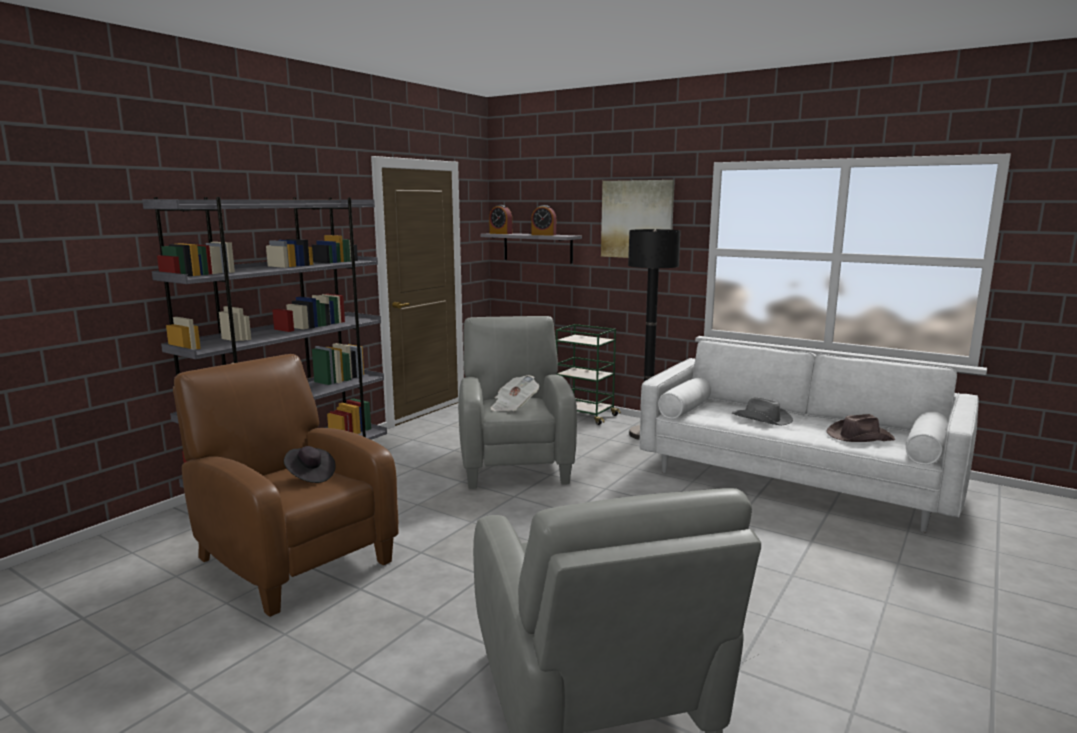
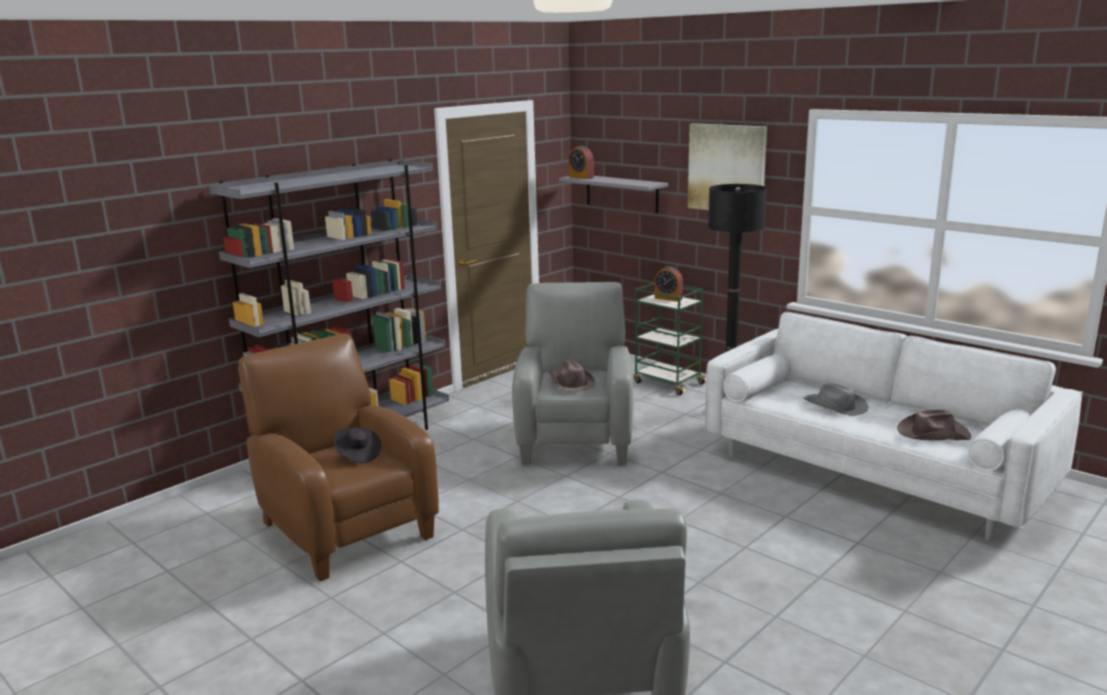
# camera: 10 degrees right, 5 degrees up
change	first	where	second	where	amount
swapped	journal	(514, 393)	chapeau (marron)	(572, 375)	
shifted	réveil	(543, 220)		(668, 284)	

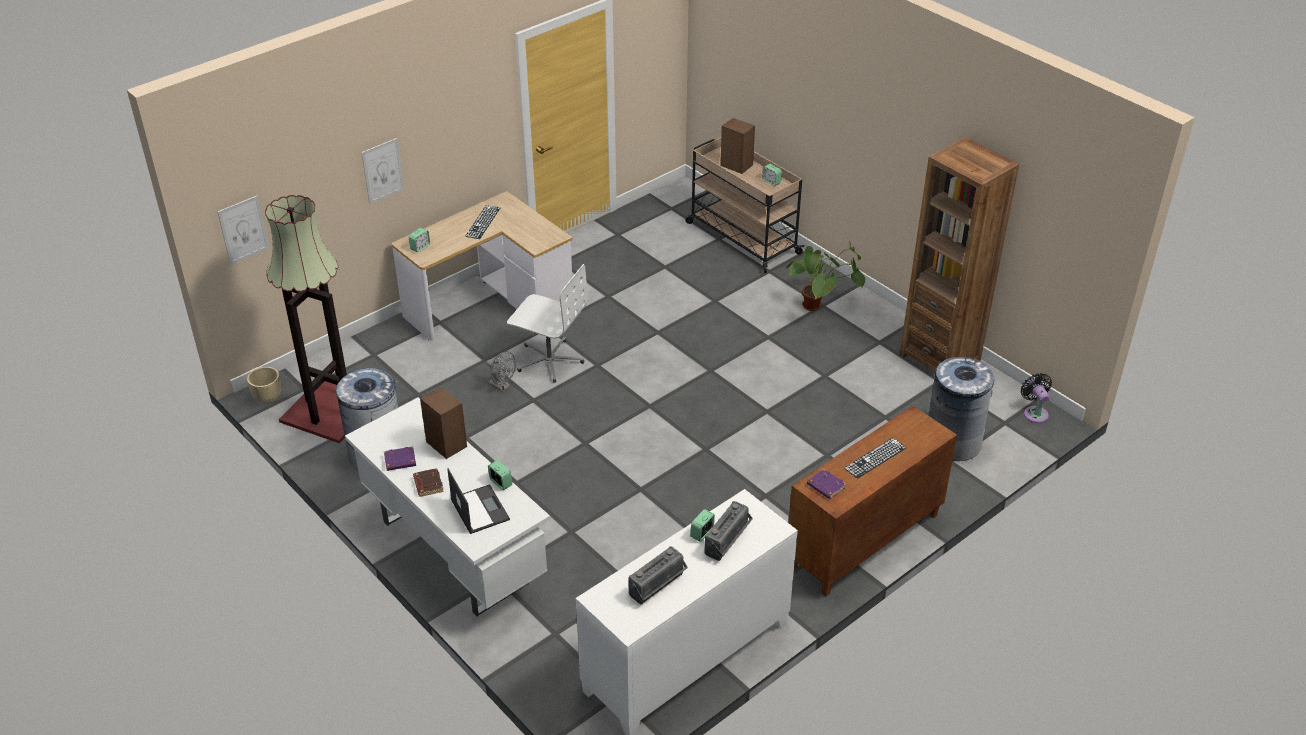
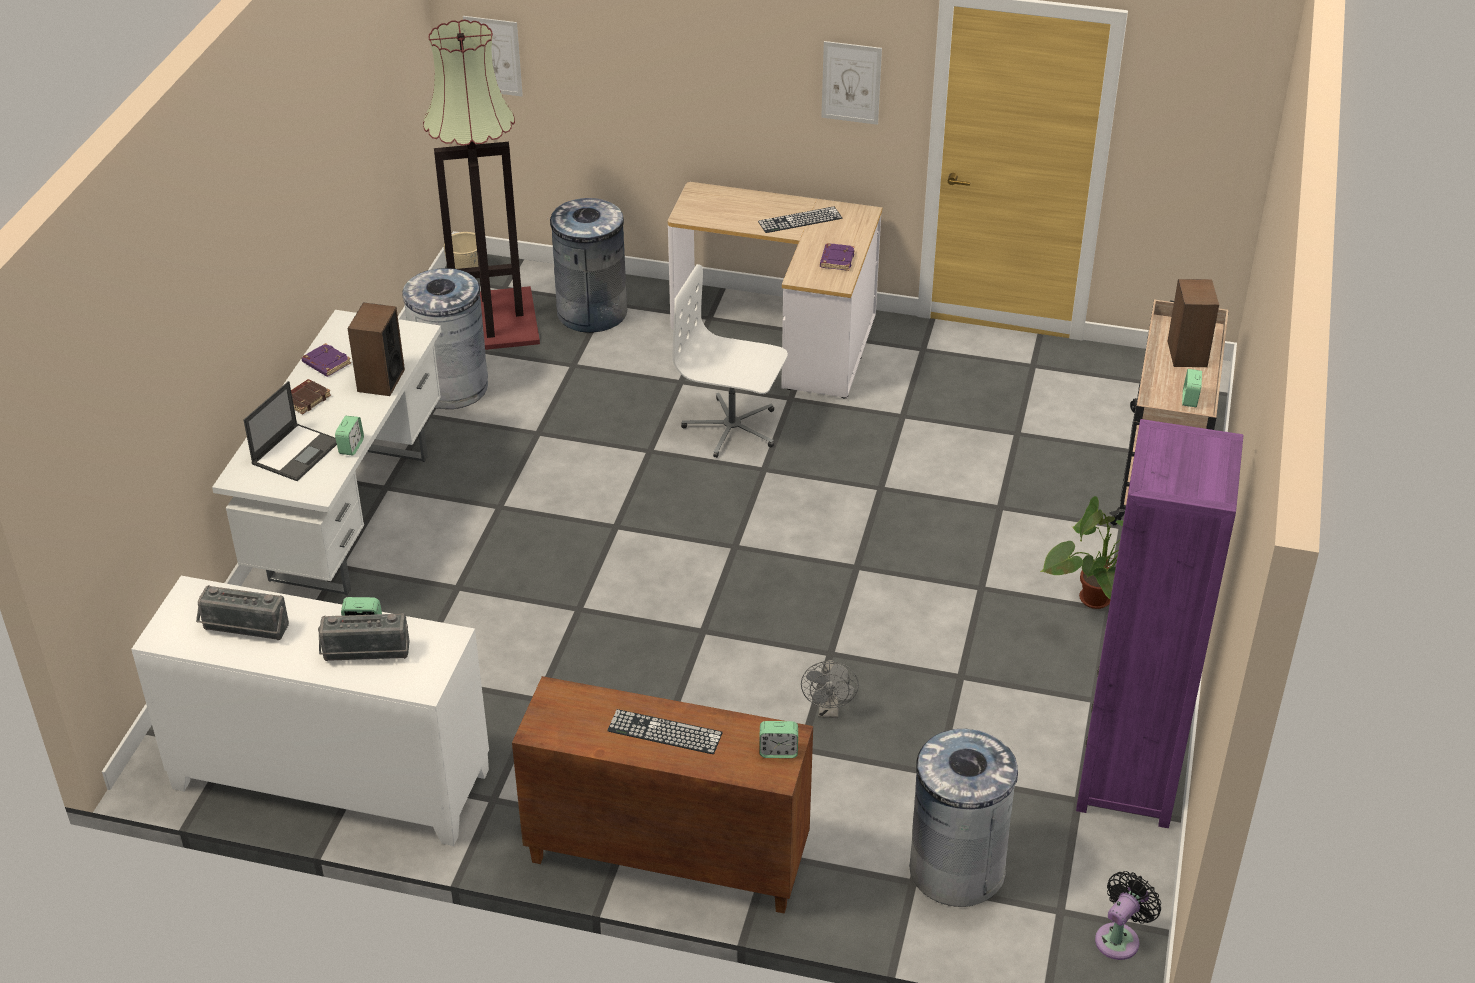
# camera: 55 degrees right, 0 degrees up
change	first	where	second	where	amount
shifted	tableau	(383, 171)		(851, 83)	
shifted	réveil	(419, 240)		(778, 739)	
shifted	ventilateur (gris)	(501, 371)		(830, 689)	
rotated	chaise de bureau (blanc)	(547, 323)		(730, 361)	120 degrees clockwise
shifted	livre (violet)	(826, 484)		(837, 257)	
repainted	bibliothèque (marron)	(959, 254)	bibliothèque (violet)	(1159, 623)	
new			poubelle (gris)	(588, 265)	

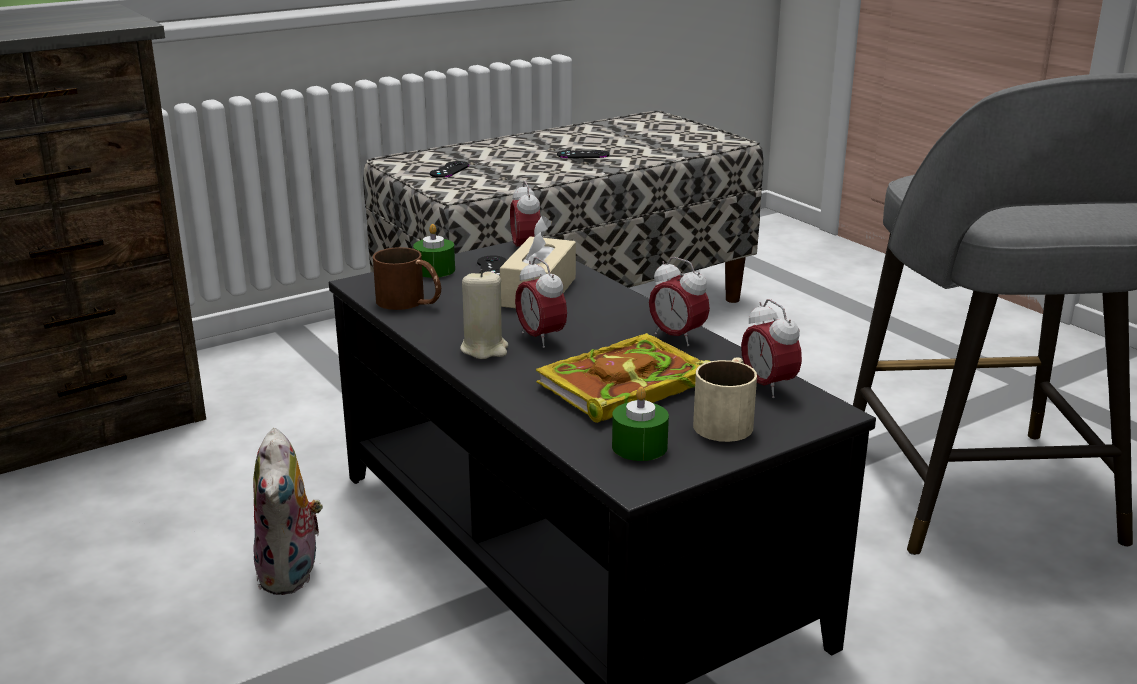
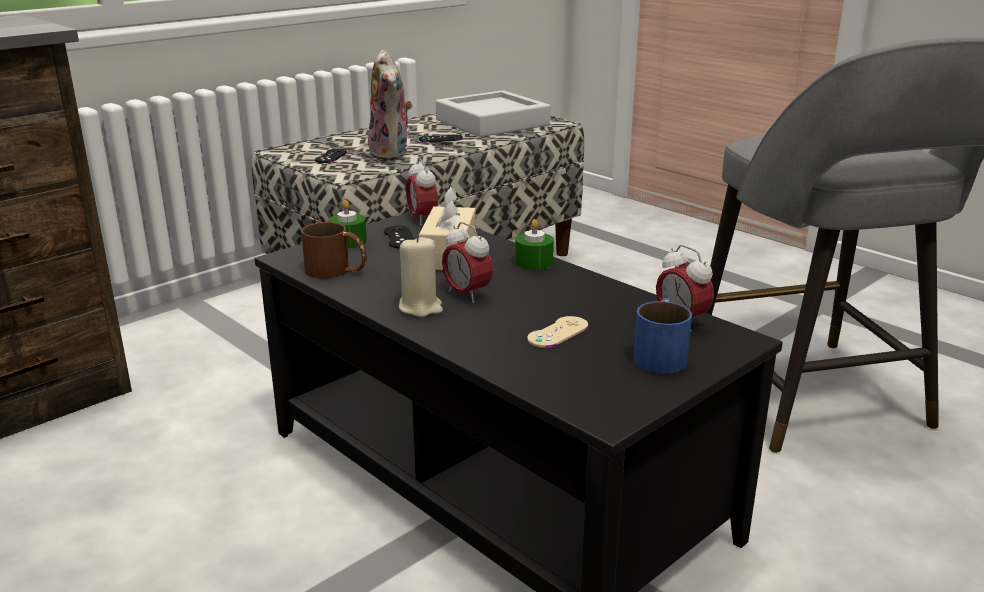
# camera: 10 degrees left, 0 degrees up
change	first	where	second	where	amount
shifted	peluche	(288, 511)		(390, 105)	
swapped	livre	(623, 378)	manette (beige)	(557, 332)	
shifted	bougie (vert)	(640, 424)		(534, 244)	
gone	réveil	(679, 301)			
repainted	mug (beige)	(725, 399)	mug (bleu)	(662, 336)	
new			plateau (gris)	(493, 113)	

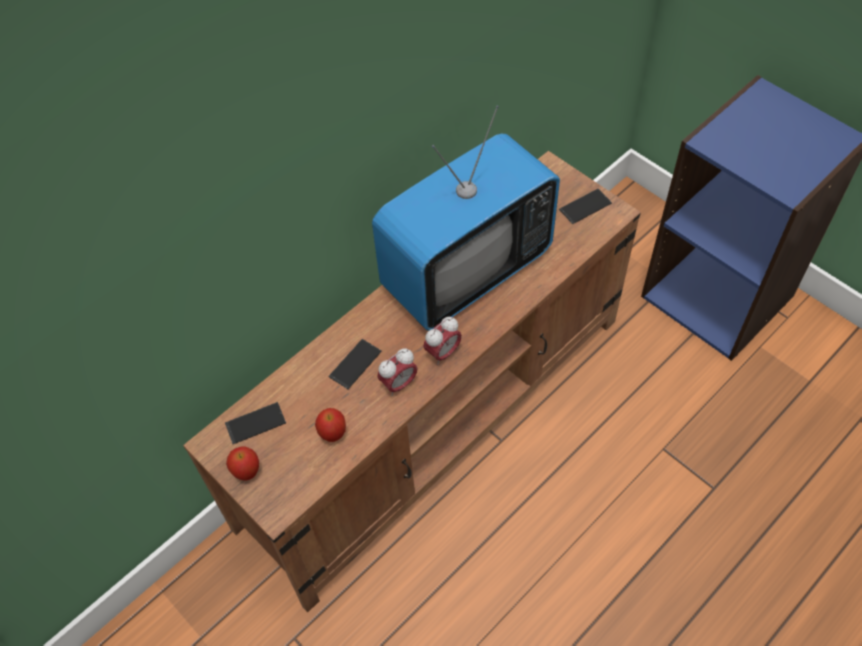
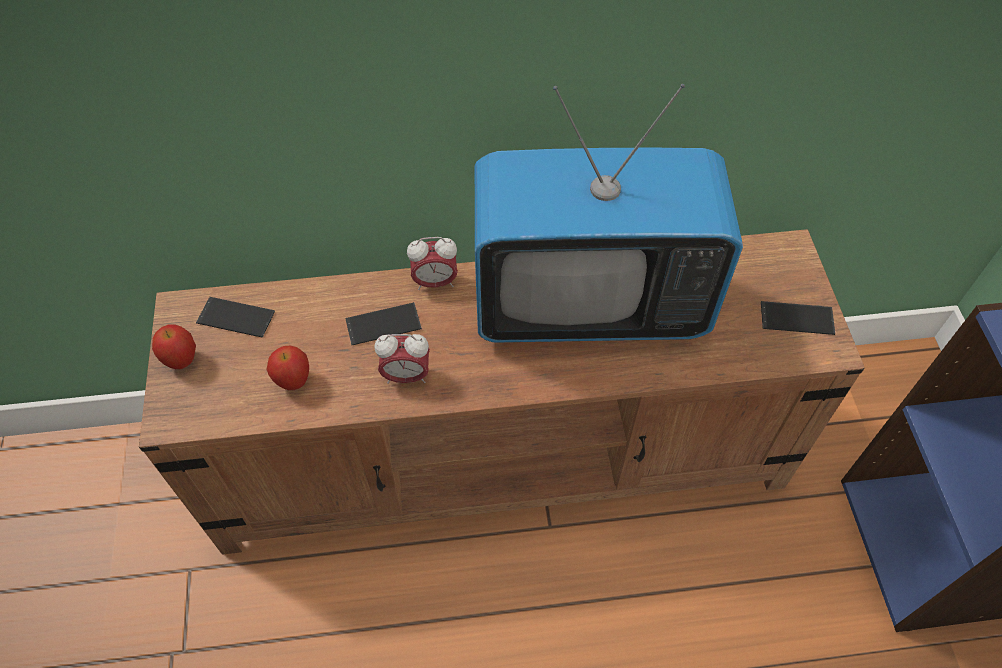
# camera: 35 degrees right, 0 degrees up
change	first	where	second	where	amount
shifted	réveil	(443, 341)		(432, 263)	

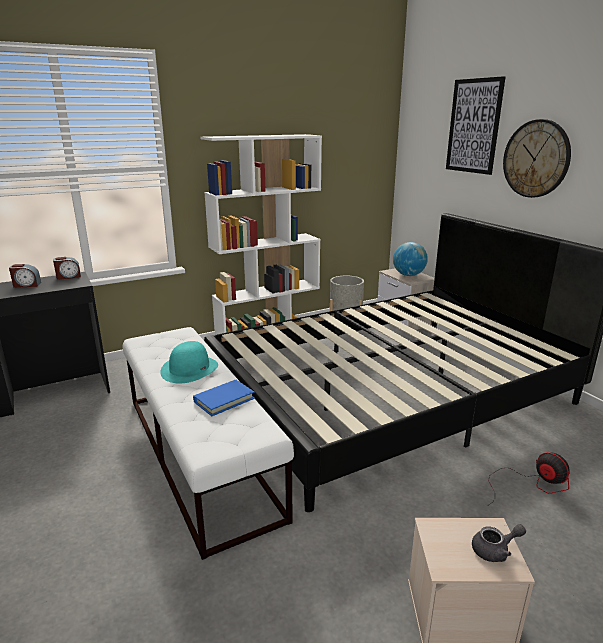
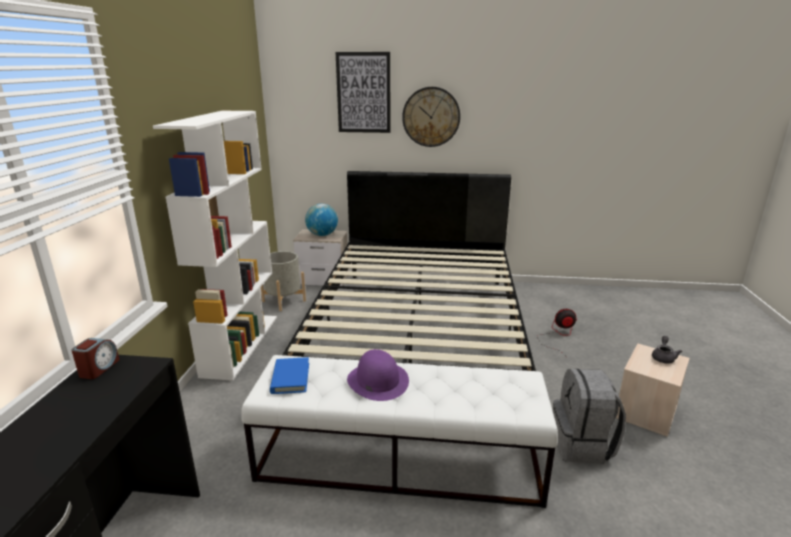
# camera: 55 degrees left, 0 degrees up
change	first	where	second	where	amount
gone	réveil	(25, 276)			
repainted	chapeau (turquoise)	(189, 362)	chapeau (violet)	(378, 375)	
shifted	livre (bleu)	(224, 398)		(289, 375)	
new			sac à dos (gris)	(589, 416)	

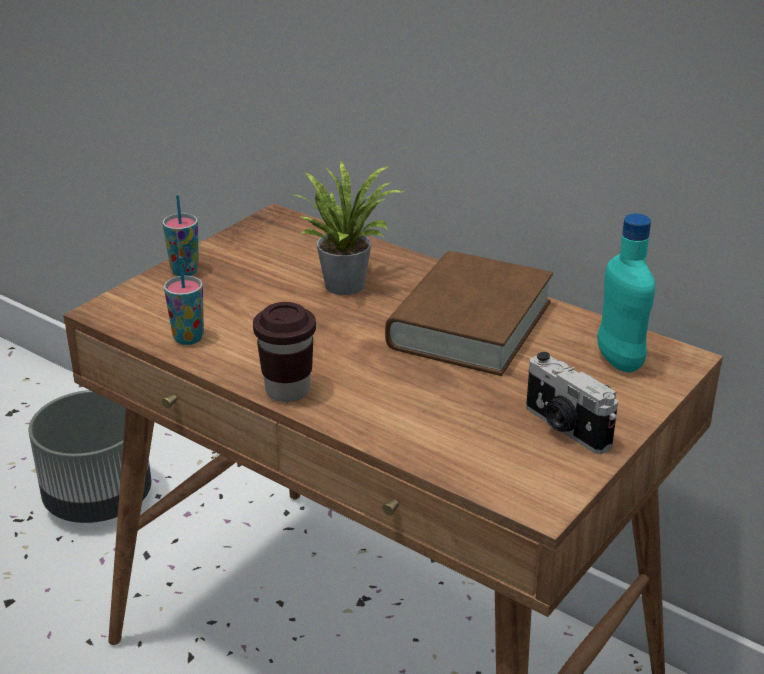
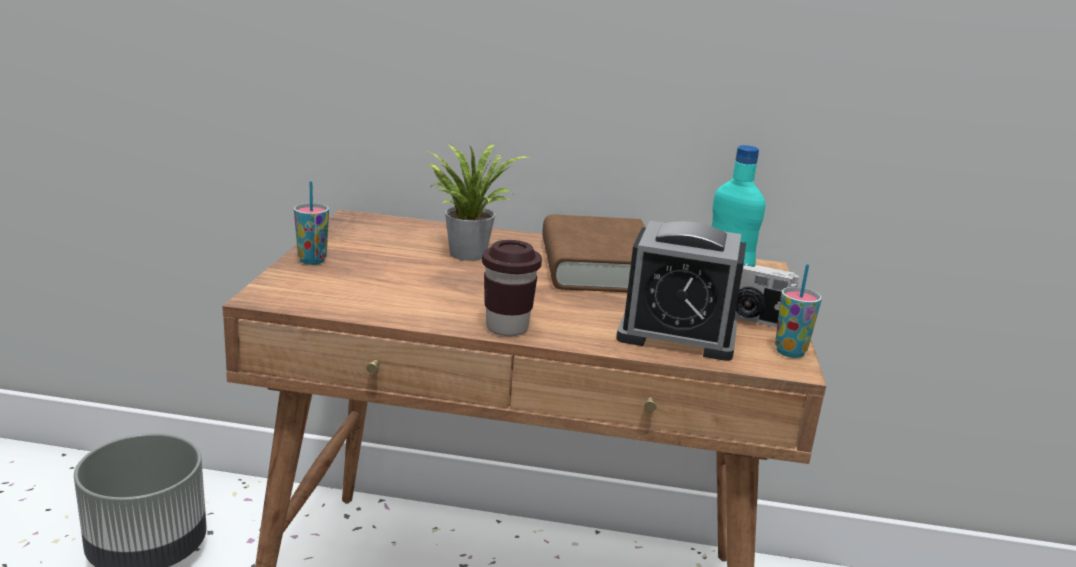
# camera: 30 degrees left, 10 degrees down
change	first	where	second	where	amount
shifted	tasse	(184, 301)		(798, 311)	
new			réveil	(681, 291)	

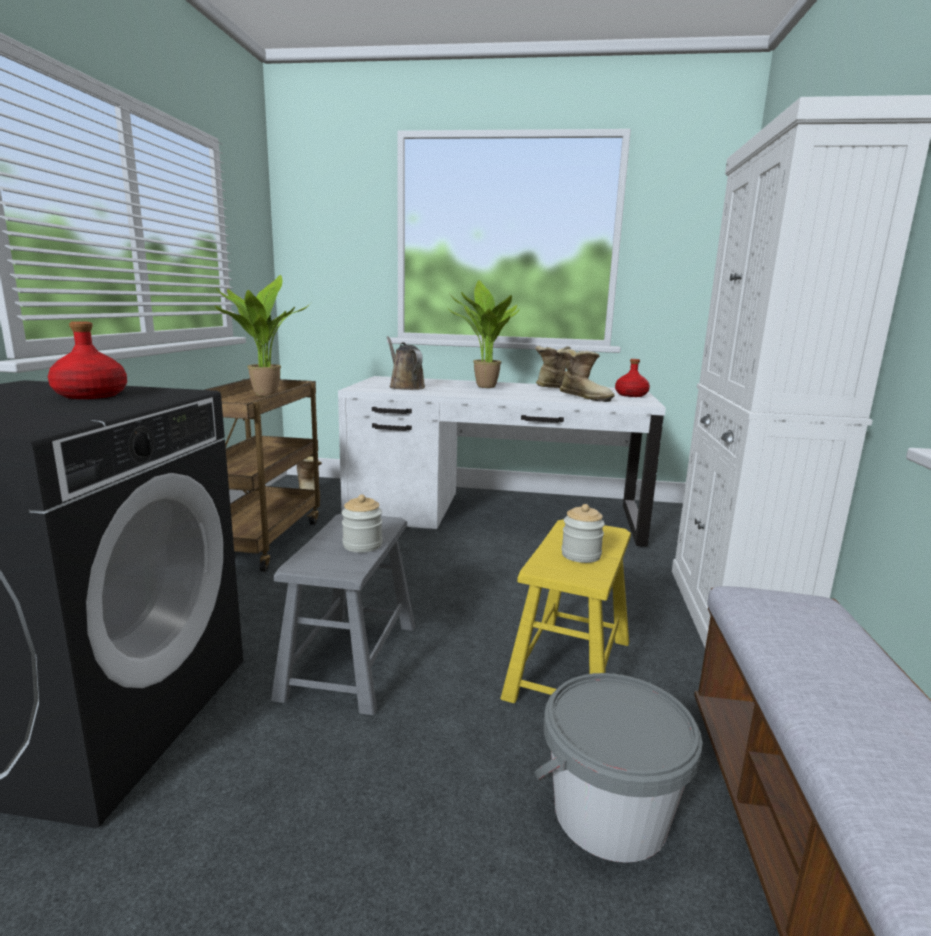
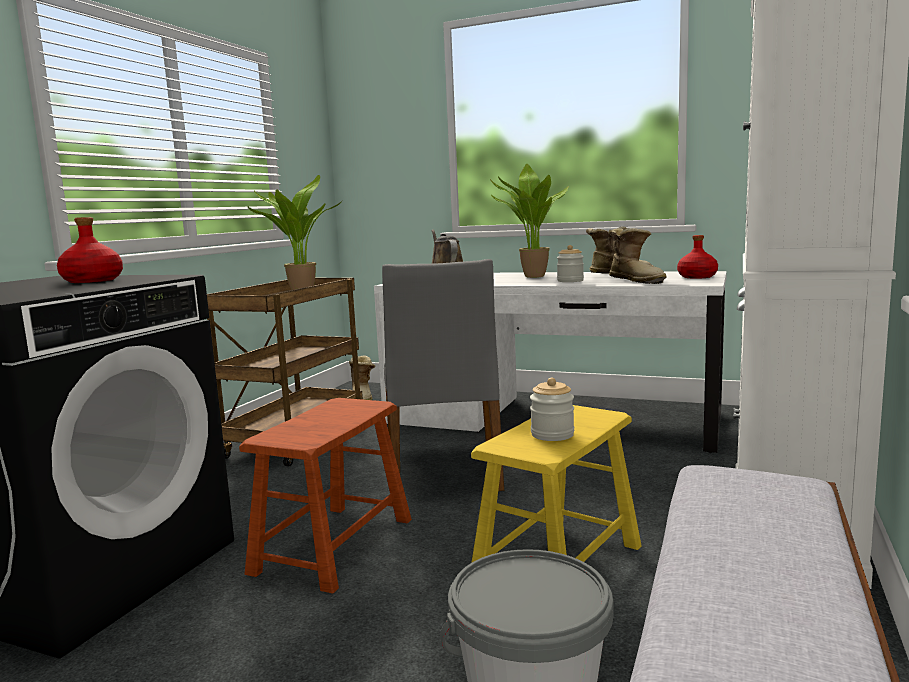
# camera: 15 degrees right, 5 degrees down
change	first	where	second	where	amount
repainted	tabouret (gris)	(343, 614)	tabouret (marron)	(325, 496)	
shifted	bocal	(362, 524)		(570, 263)	
new			chaise (gris)	(443, 375)	

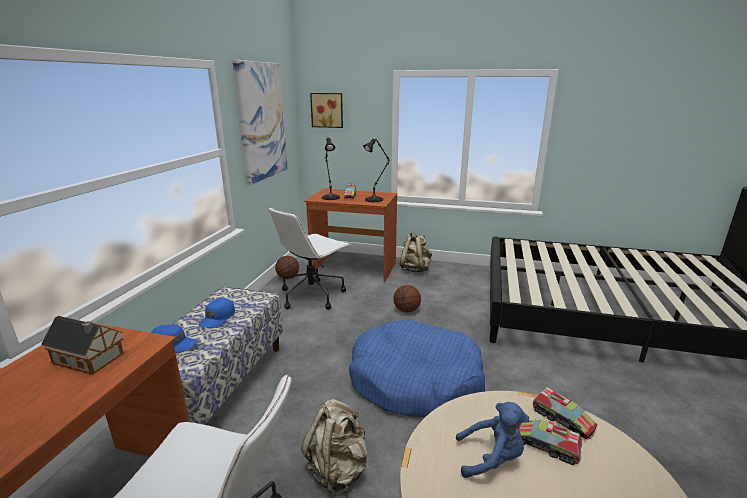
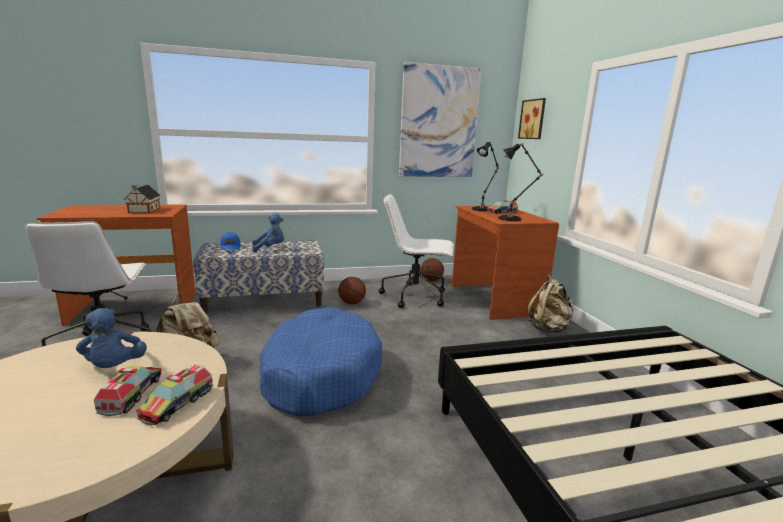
# camera: 60 degrees right, 5 degrees down
change	first	where	second	where	amount
swapped	casquette (bleu)	(217, 313)	peluche (bleu)	(268, 232)	
shifted	ballon de basket	(407, 299)		(352, 290)	

